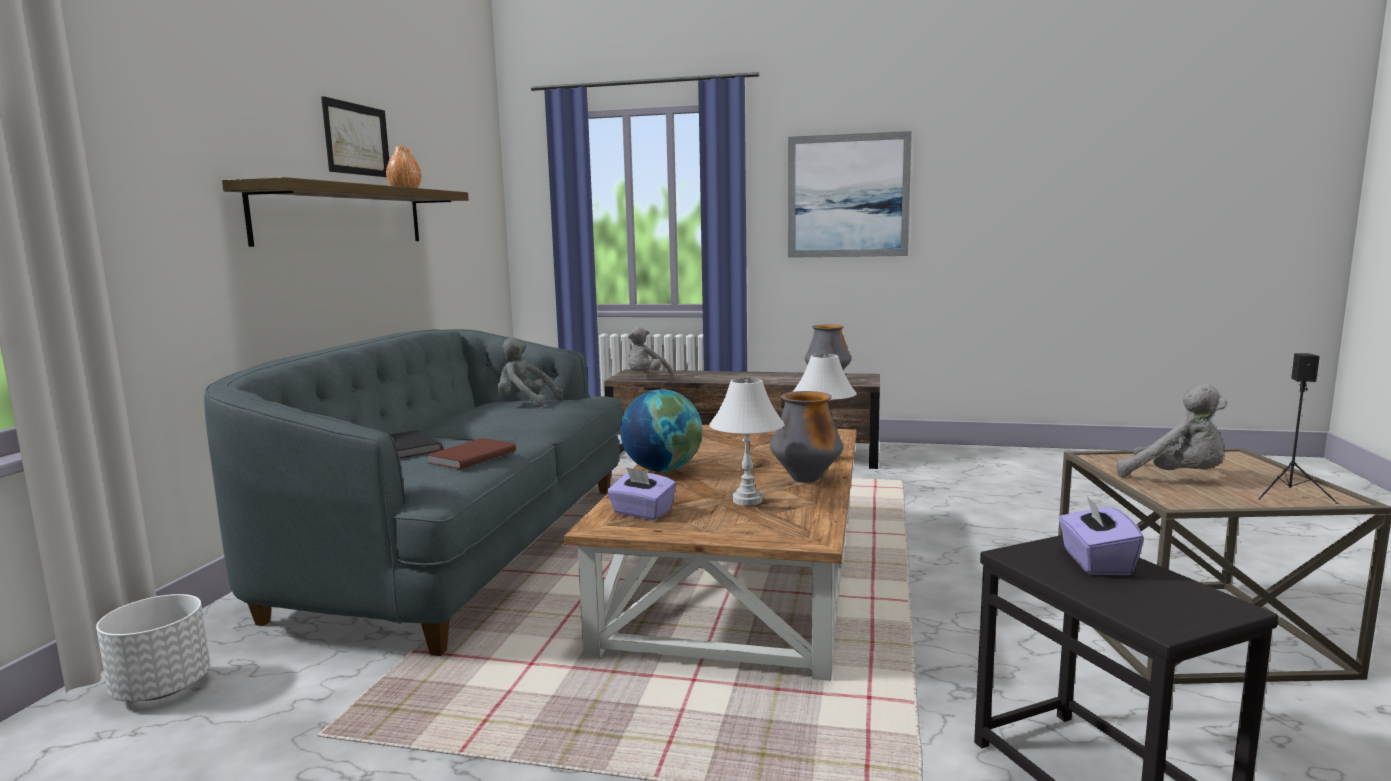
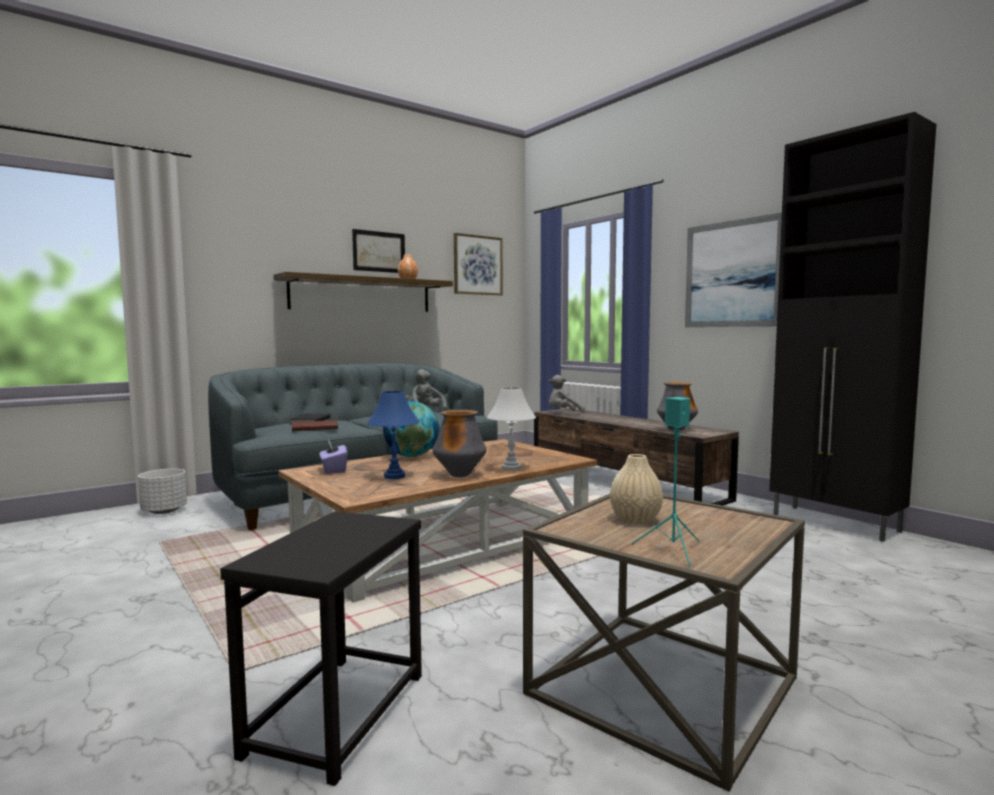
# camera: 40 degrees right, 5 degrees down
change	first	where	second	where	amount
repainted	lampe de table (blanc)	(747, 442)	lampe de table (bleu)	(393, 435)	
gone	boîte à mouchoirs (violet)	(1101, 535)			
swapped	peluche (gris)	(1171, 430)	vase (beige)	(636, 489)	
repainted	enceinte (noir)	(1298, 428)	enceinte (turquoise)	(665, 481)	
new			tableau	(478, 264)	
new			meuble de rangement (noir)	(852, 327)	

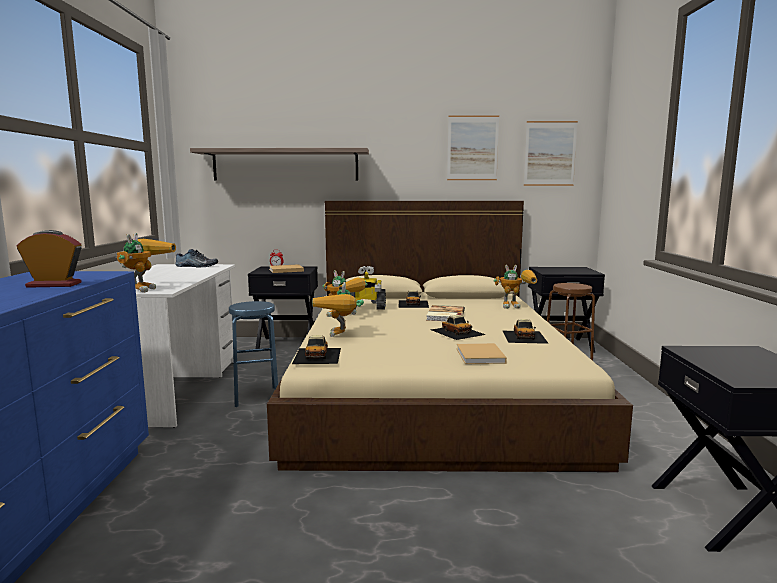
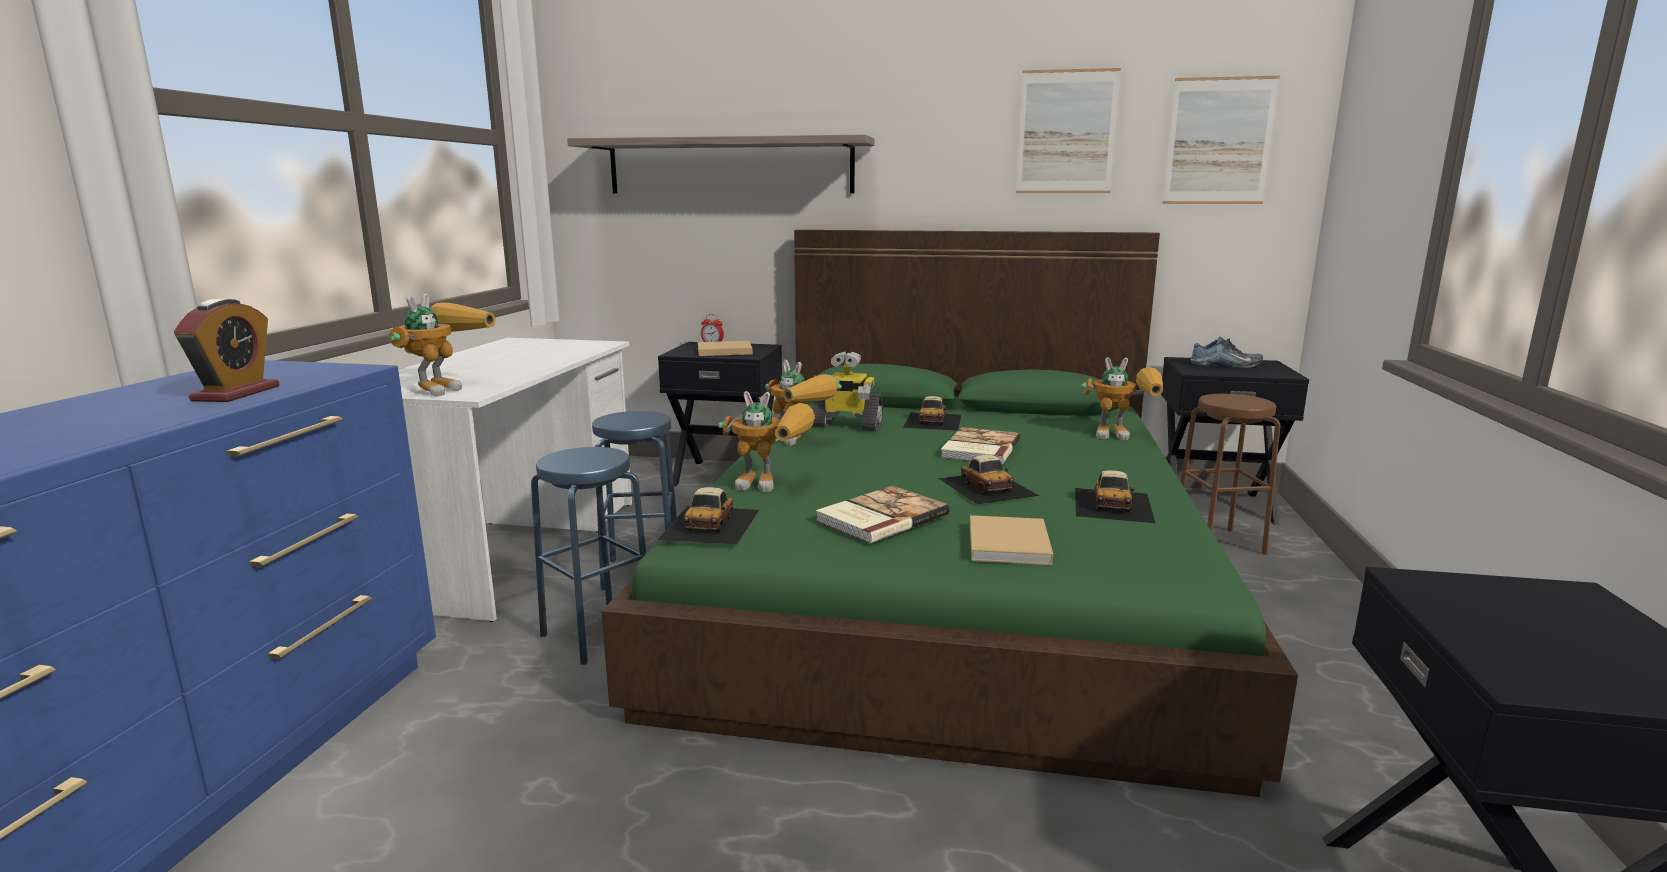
# camera: 10 degrees right, 5 degrees up
change	first	where	second	where	amount
rotated	réveil	(49, 259)		(227, 350)	90 degrees clockwise
shifted	chaussure	(196, 258)		(1226, 352)	
repainted	lit (beige)	(450, 336)	lit (vert)	(950, 513)	
rotated	robot jouet	(338, 309)		(766, 441)	90 degrees counterclockwise
new			tabouret (bleu)	(588, 556)	
new			livre	(882, 515)	

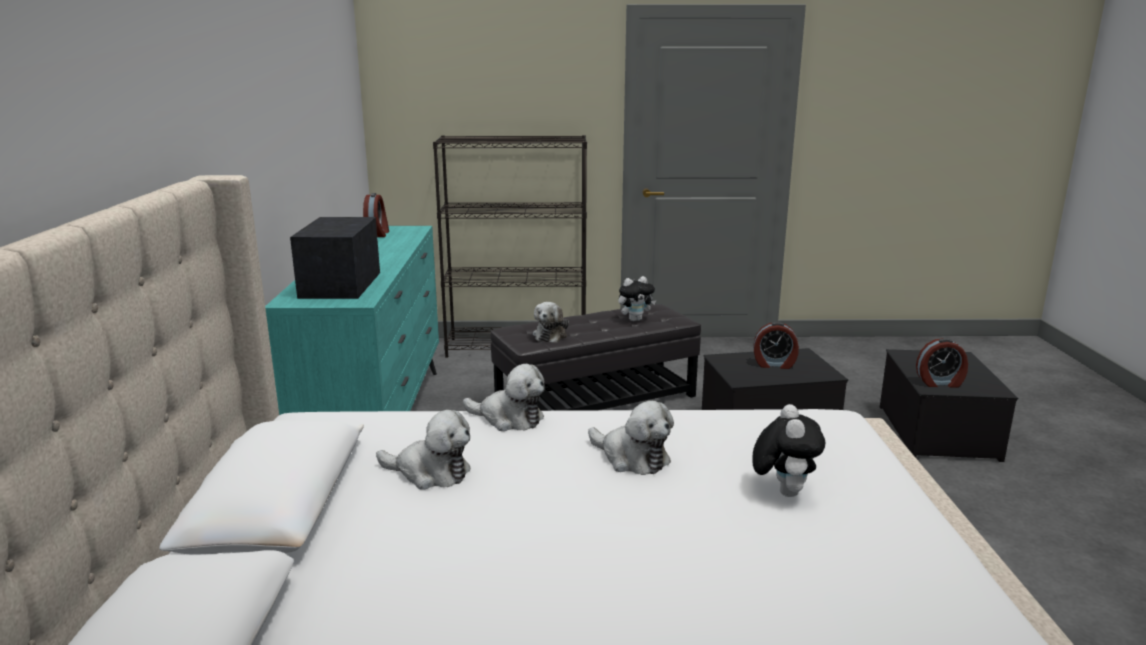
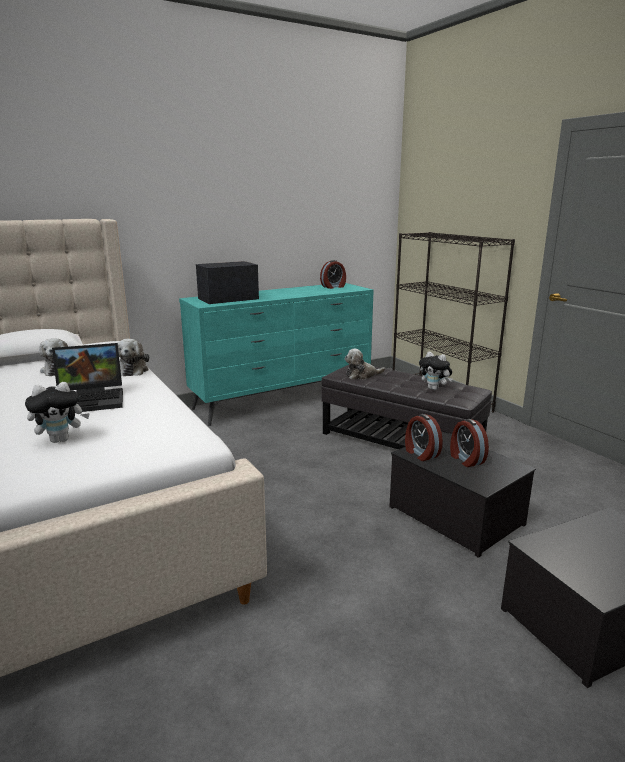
# camera: 60 degrees right, 0 degrees up
change	first	where	second	where	amount
swapped	peluche	(631, 438)	ordinateur portable	(87, 377)	
shifted	réveil	(942, 362)		(424, 437)	

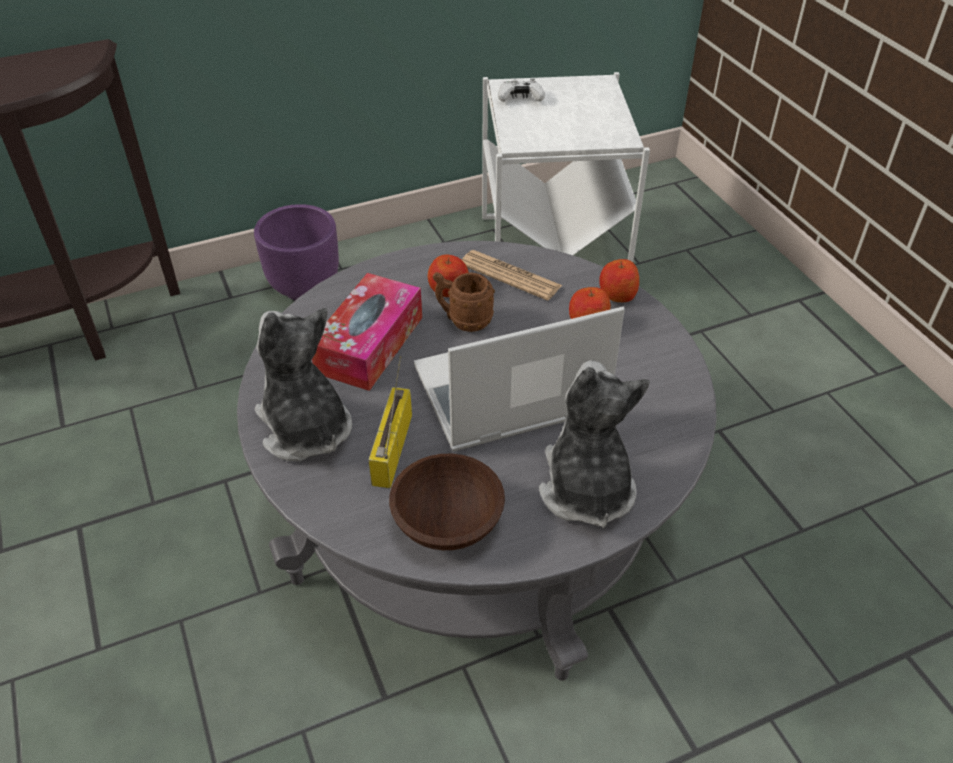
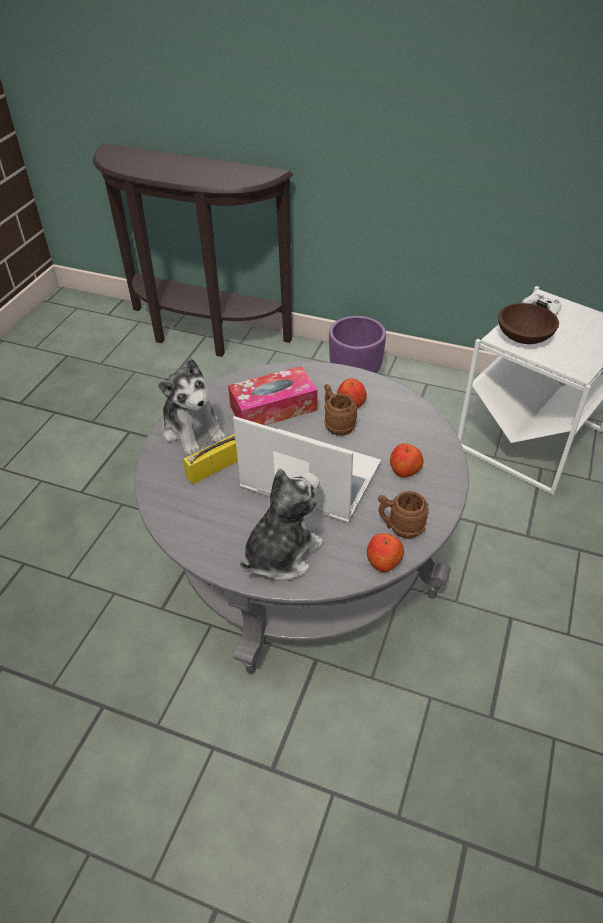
# camera: 45 degrees right, 0 degrees up
change	first	where	second	where	amount
rotated	peluche	(304, 384)		(192, 407)	135 degrees clockwise
shifted	bol (marron)	(447, 502)		(528, 323)	
gone	journal	(511, 275)			
shifted	pomme	(619, 280)		(385, 552)	
new			mug (marron)	(403, 514)	

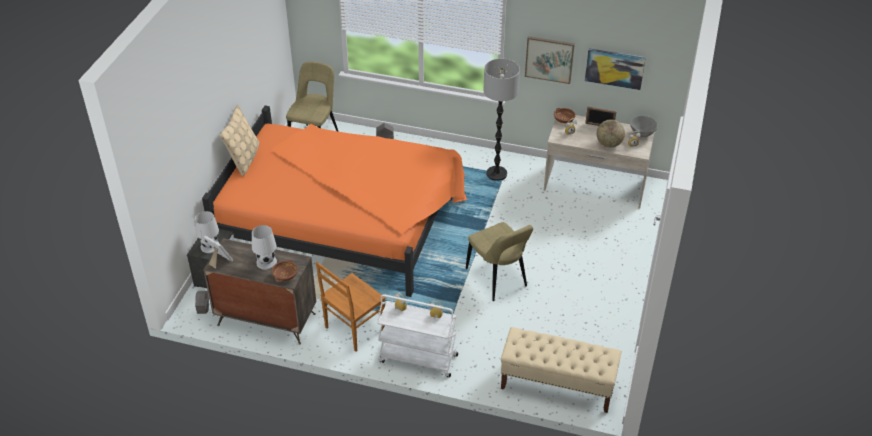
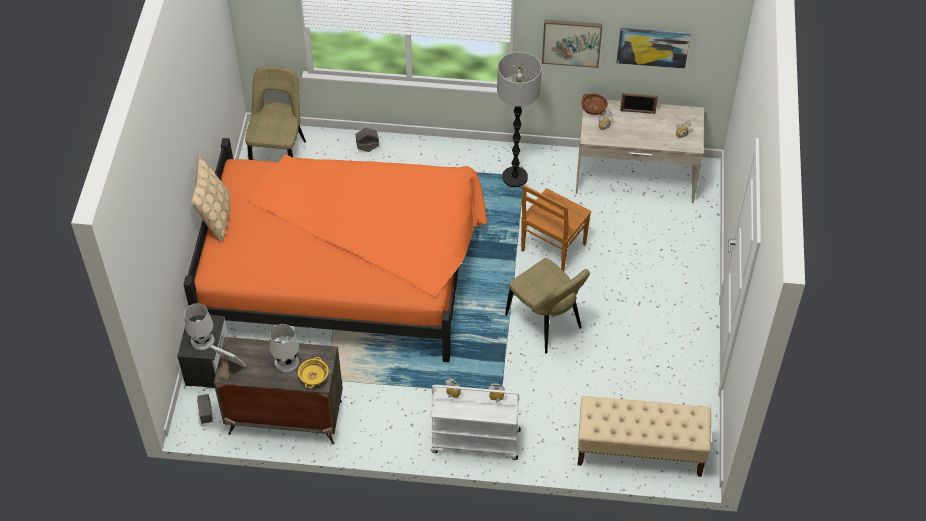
# camera: 10 degrees left, 10 degrees up
change	first	where	second	where	amount
repainted	bol (marron)	(285, 271)	bol (jaune)	(313, 372)	
shifted	chaise (marron)	(350, 307)		(556, 228)	
gone	globe	(611, 133)			
gone	bol (gris)	(644, 126)			

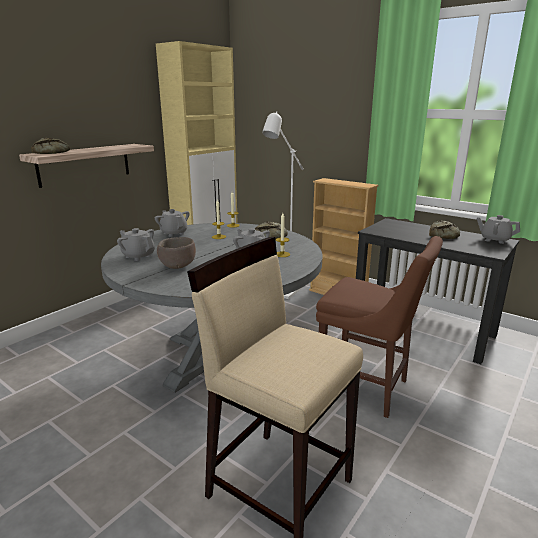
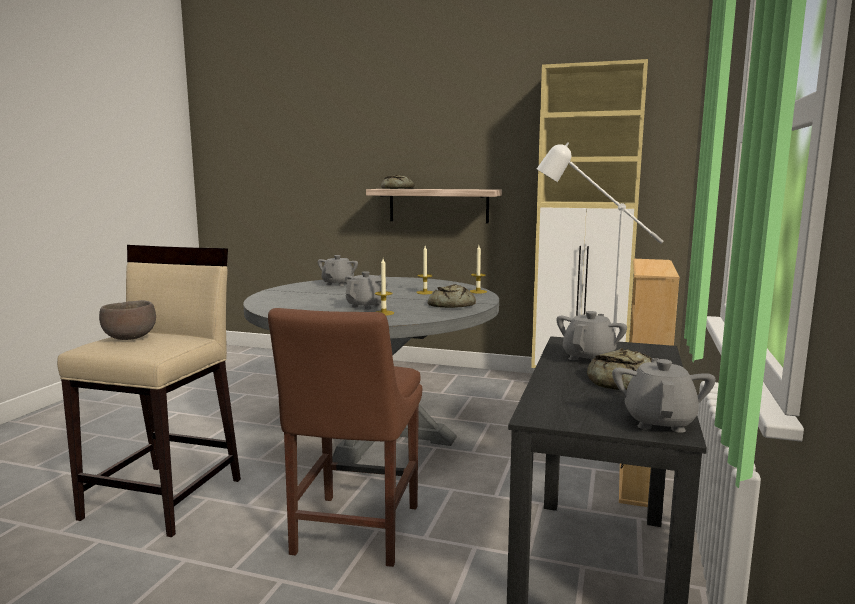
# camera: 70 degrees right, 10 degrees down
change	first	where	second	where	amount
shifted	théière (gris)	(172, 223)		(592, 336)	
shifted	bol (marron)	(176, 253)		(127, 320)	

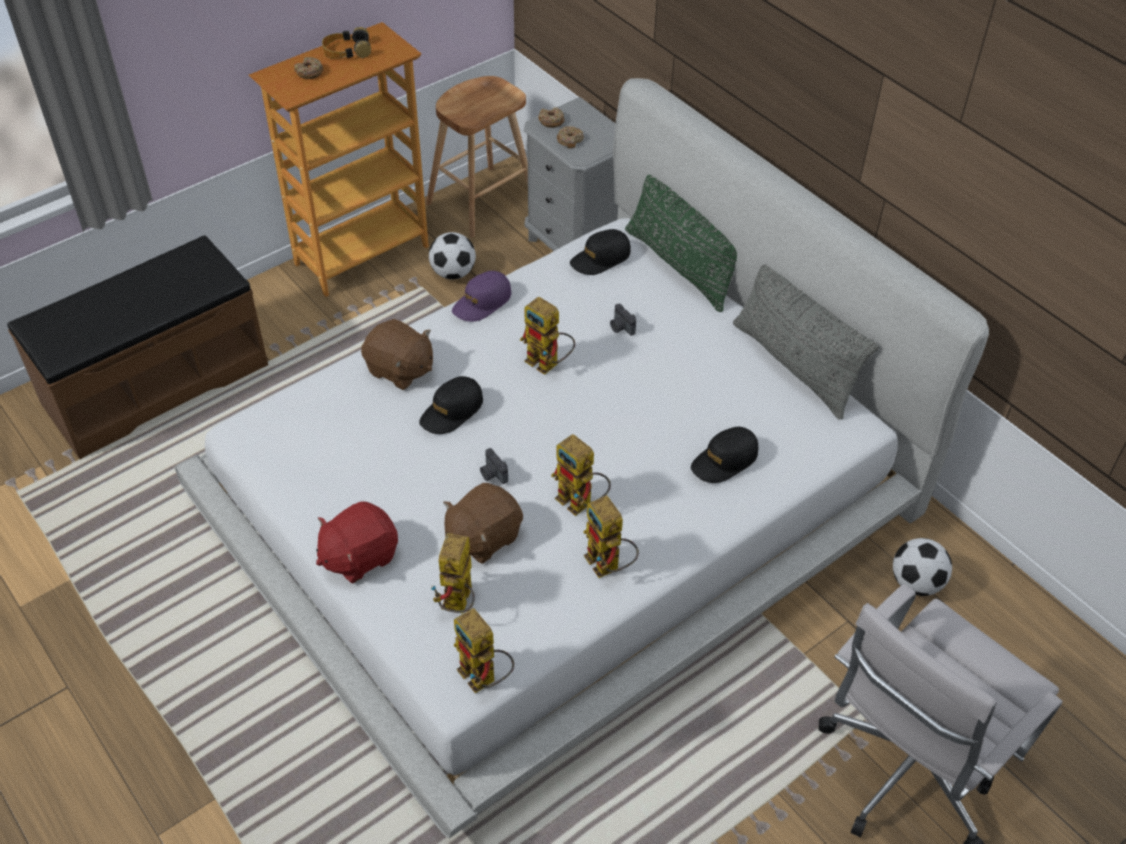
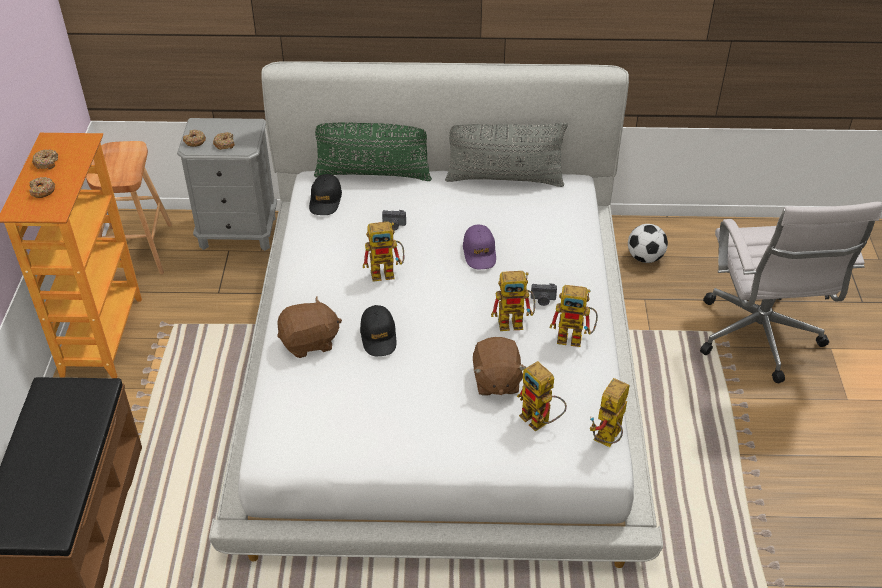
# camera: 50 degrees left, 5 degrees down
change	first	where	second	where	amount
gone	peluche (rouge)	(357, 542)			
swapped	casque audio	(346, 43)	beignet	(45, 159)	
gone	ballon de foot	(452, 255)			
shifted	casquette (violet)	(481, 296)		(479, 246)	
rotated	robot jouet	(483, 650)		(610, 412)	120 degrees clockwise
shifted	appareil photo	(494, 466)		(544, 294)	
gone	casquette (noir)	(724, 455)			

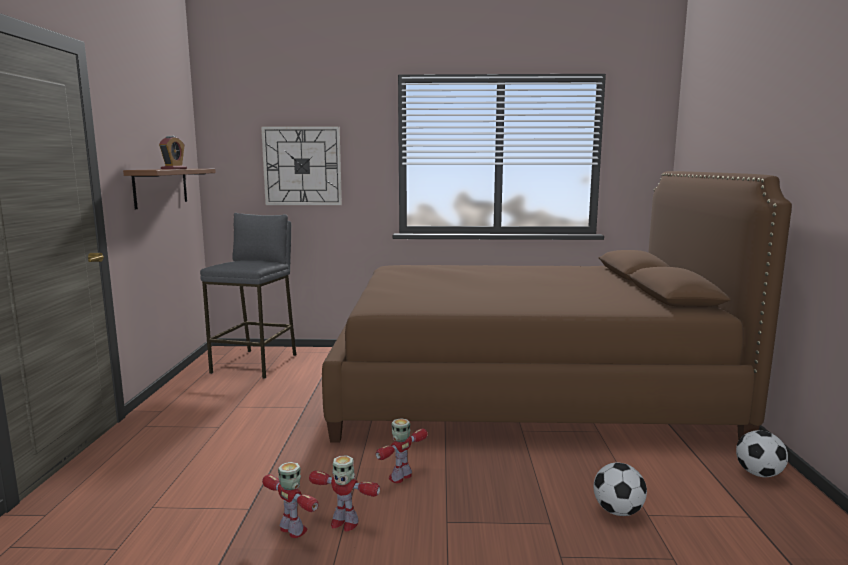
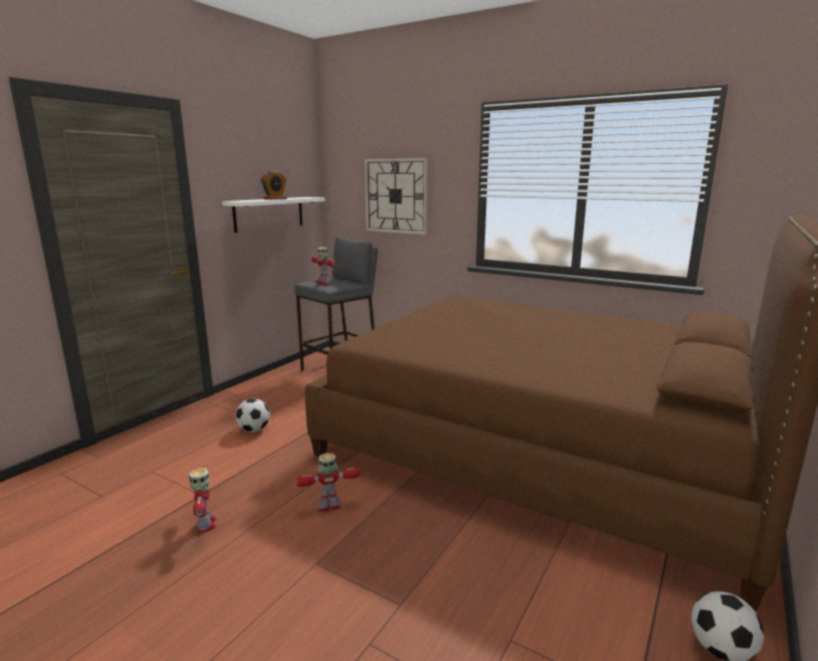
# camera: 30 degrees right, 5 degrees up
change	first	where	second	where	amount
repainted	étagère (marron)	(169, 189)	étagère (blanc)	(273, 215)	
shifted	robot jouet	(344, 494)		(324, 266)	
shifted	ballon de foot	(620, 489)		(252, 415)	

